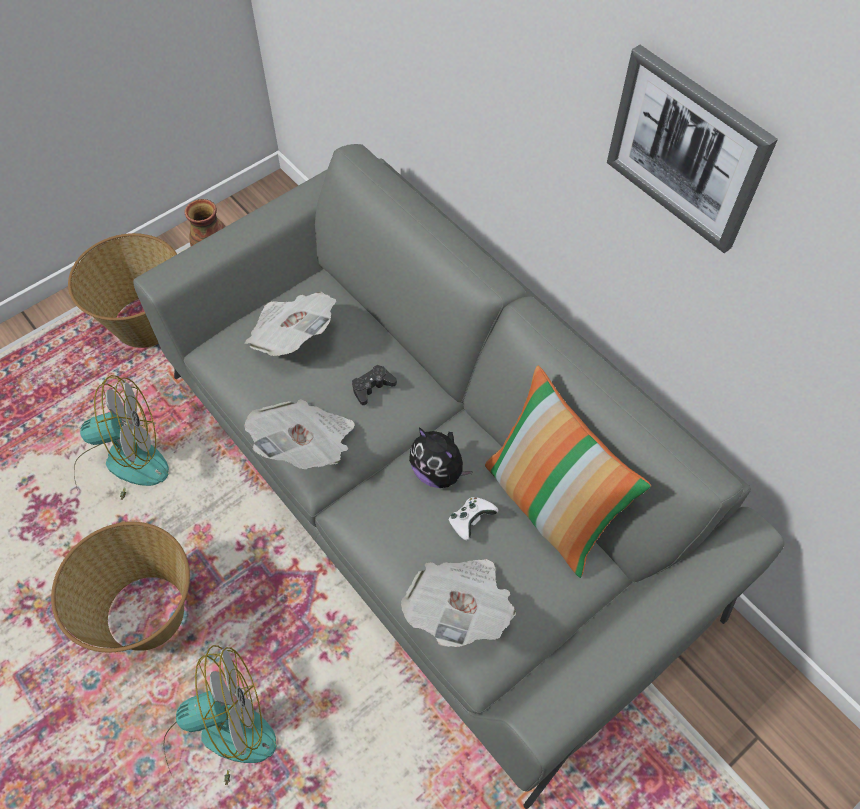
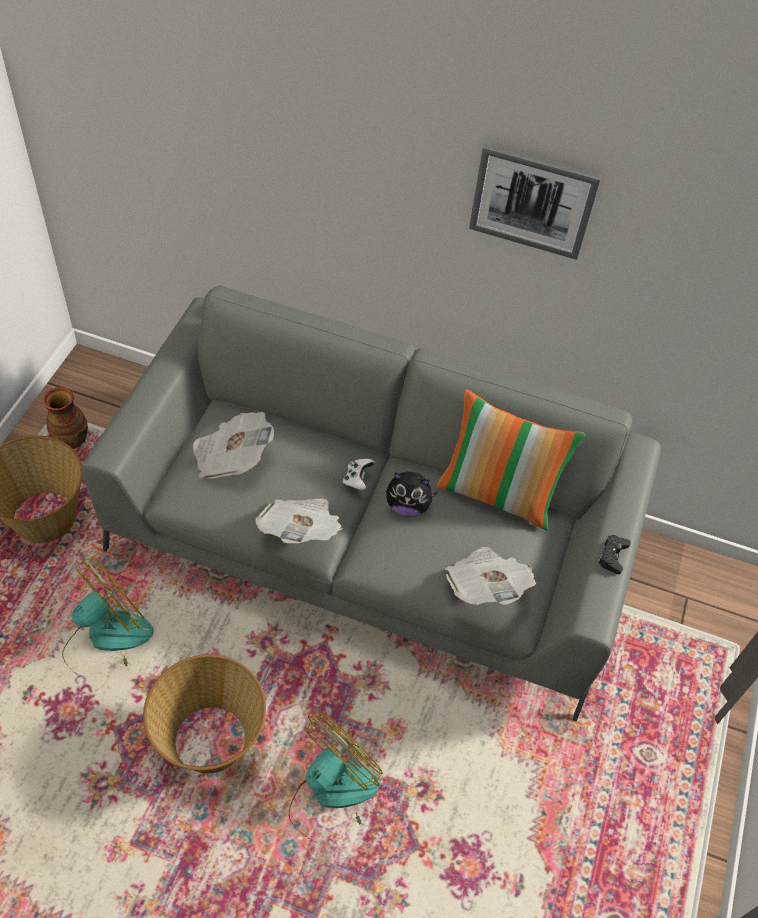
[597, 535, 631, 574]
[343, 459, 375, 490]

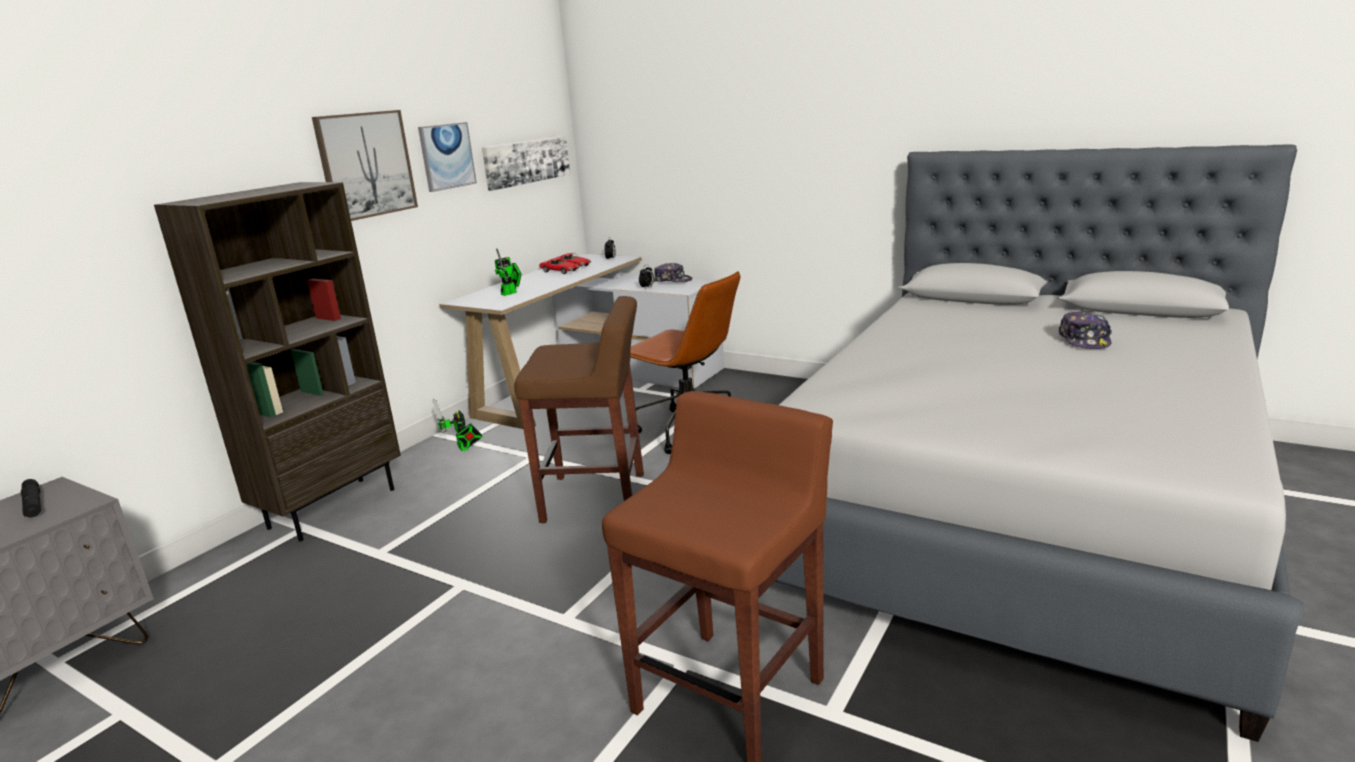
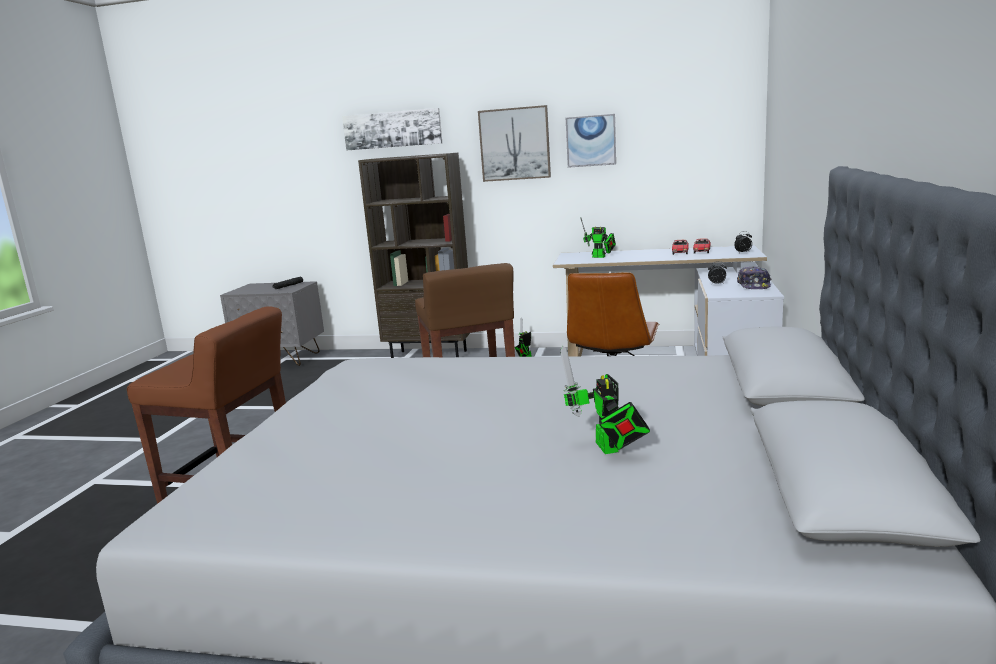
[342, 108, 442, 151]
[560, 345, 650, 454]

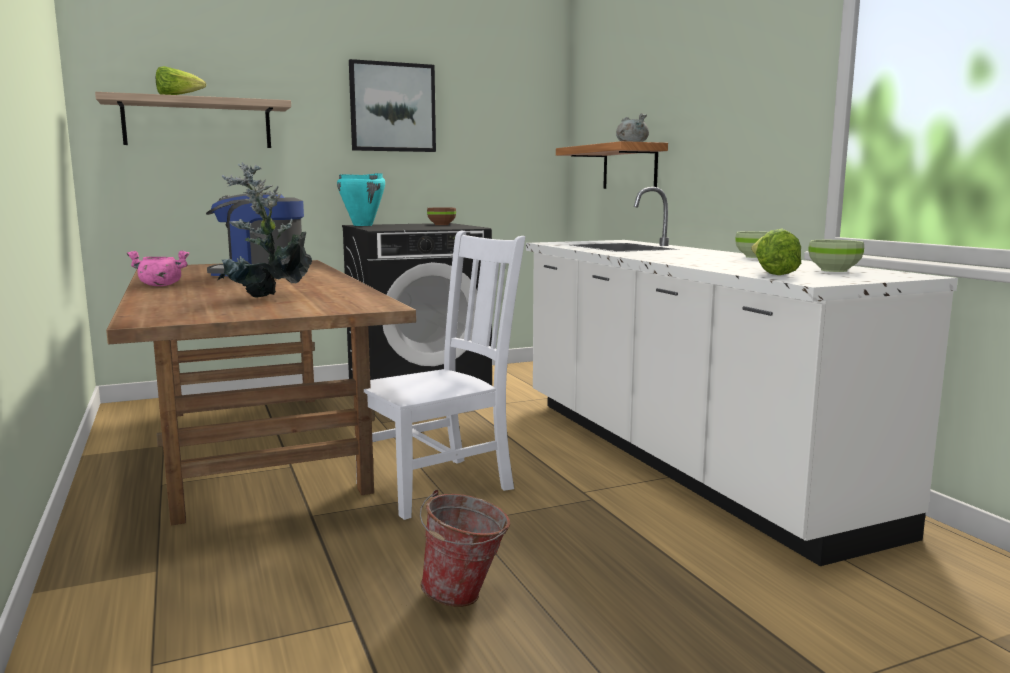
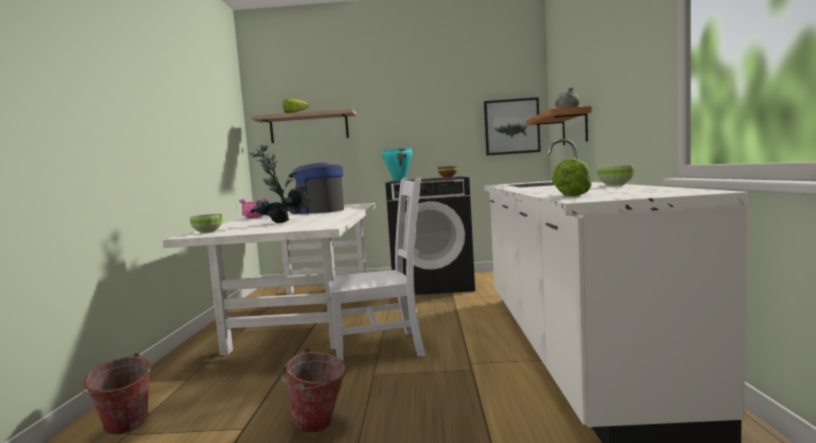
[484, 97, 541, 156]
[190, 214, 222, 234]
[162, 203, 375, 355]
[80, 353, 151, 435]

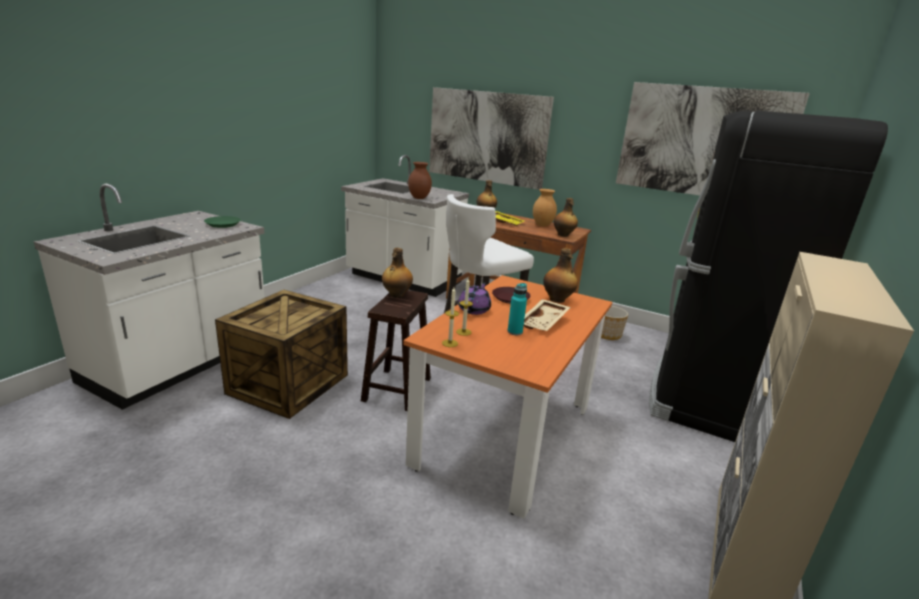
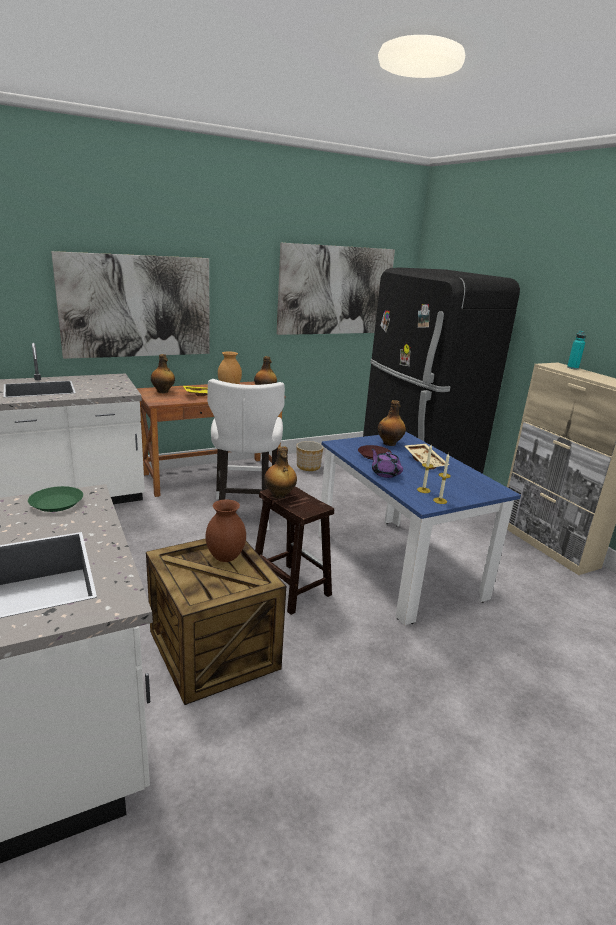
[206, 499, 246, 562]
[318, 432, 521, 625]
[567, 331, 586, 369]

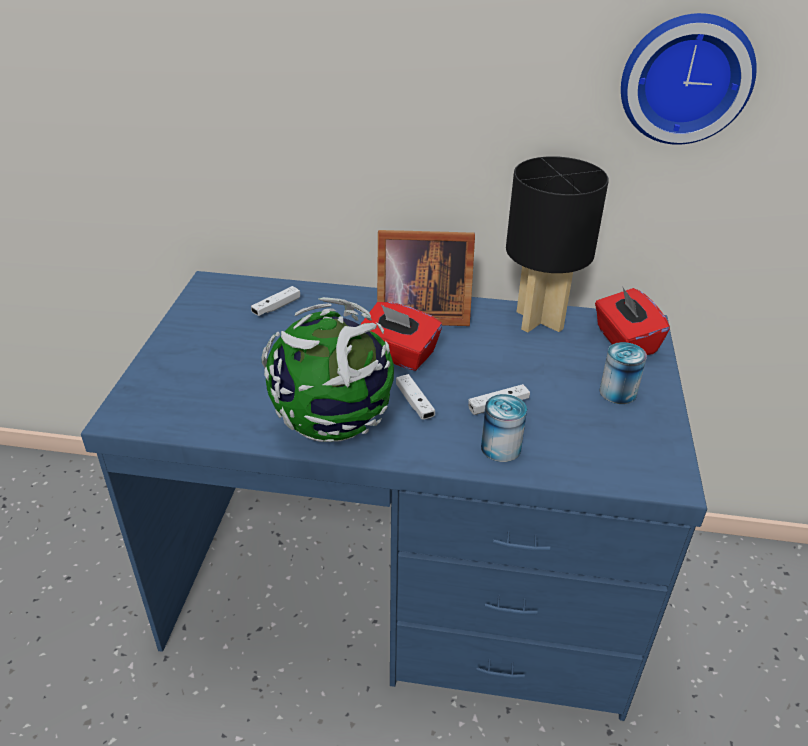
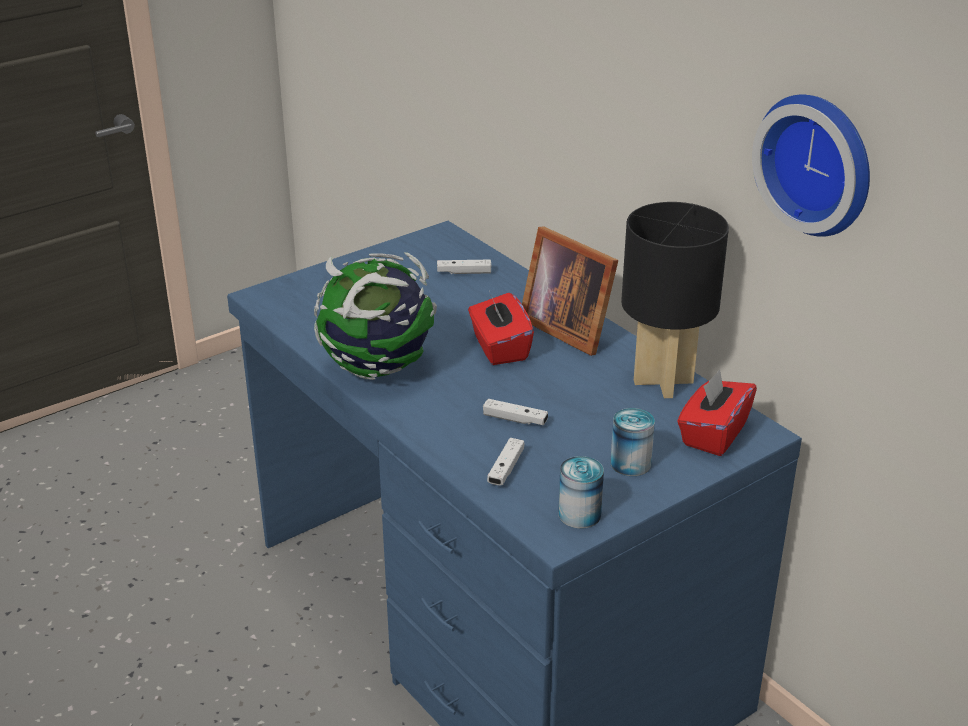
[487, 438, 524, 486]
[558, 456, 604, 529]

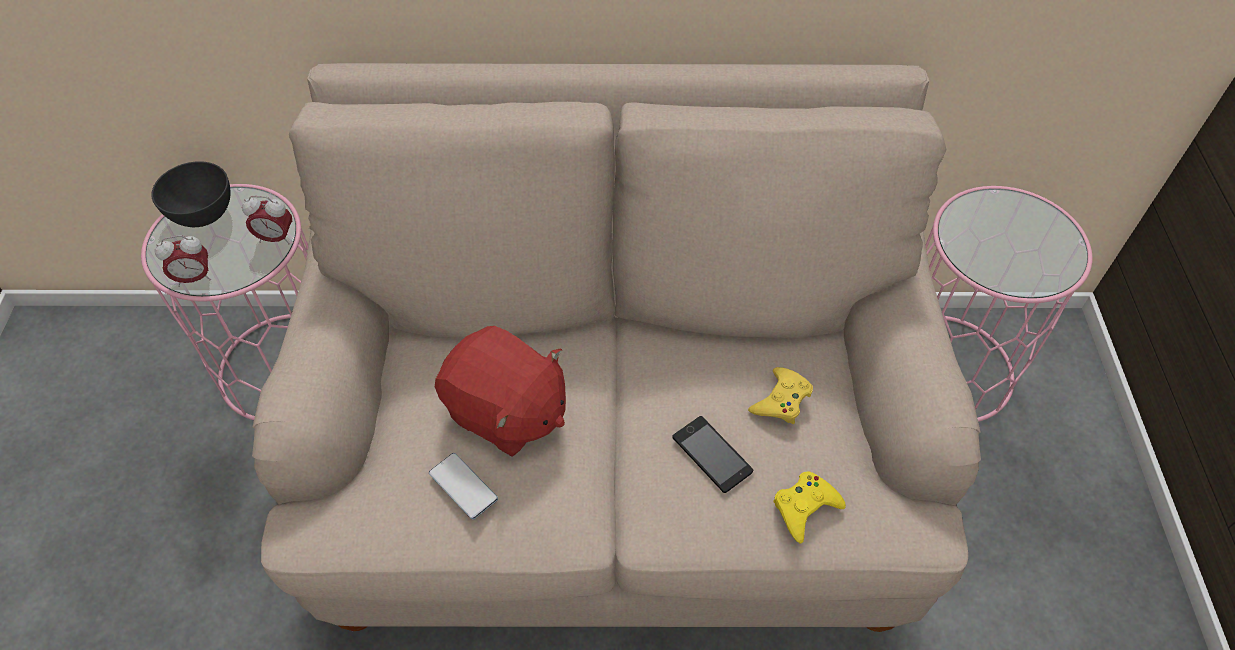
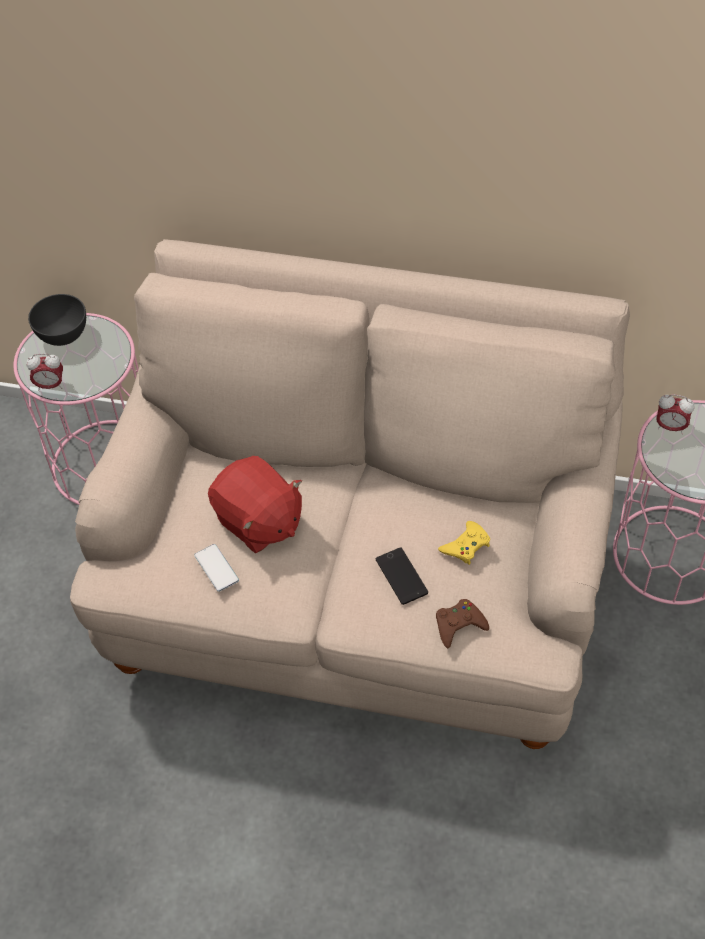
[656, 394, 694, 434]
[436, 599, 489, 648]

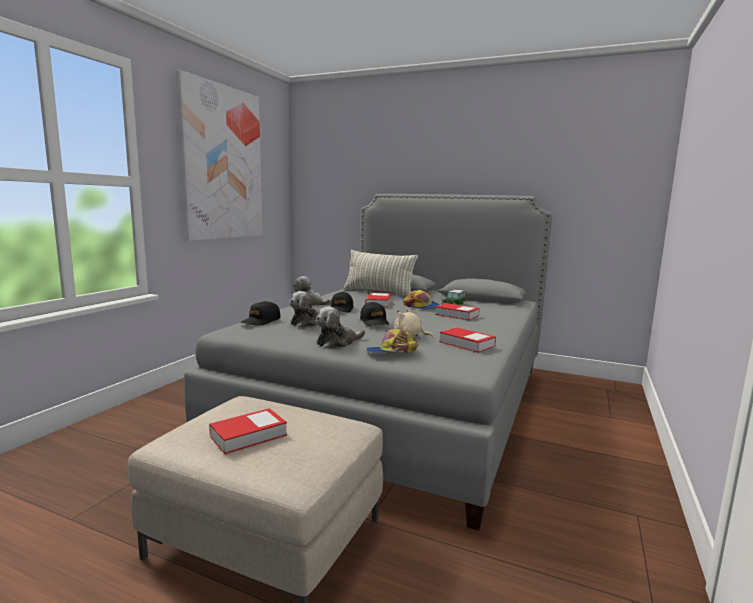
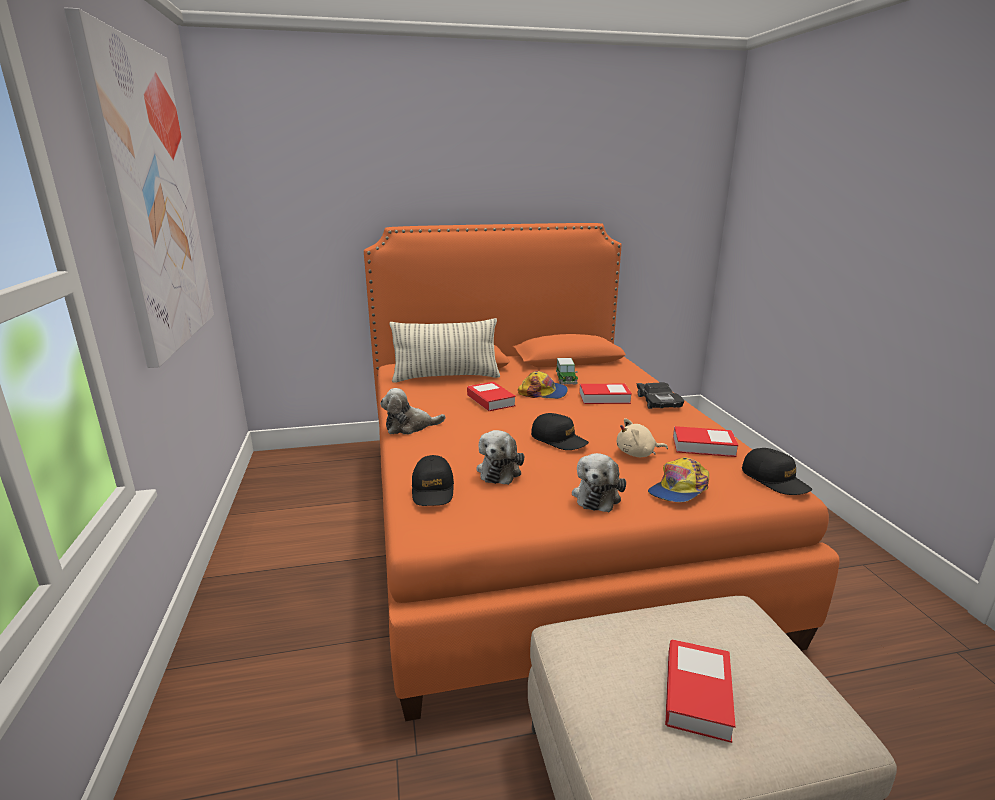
[364, 223, 840, 722]
[742, 448, 812, 495]
[637, 382, 684, 409]

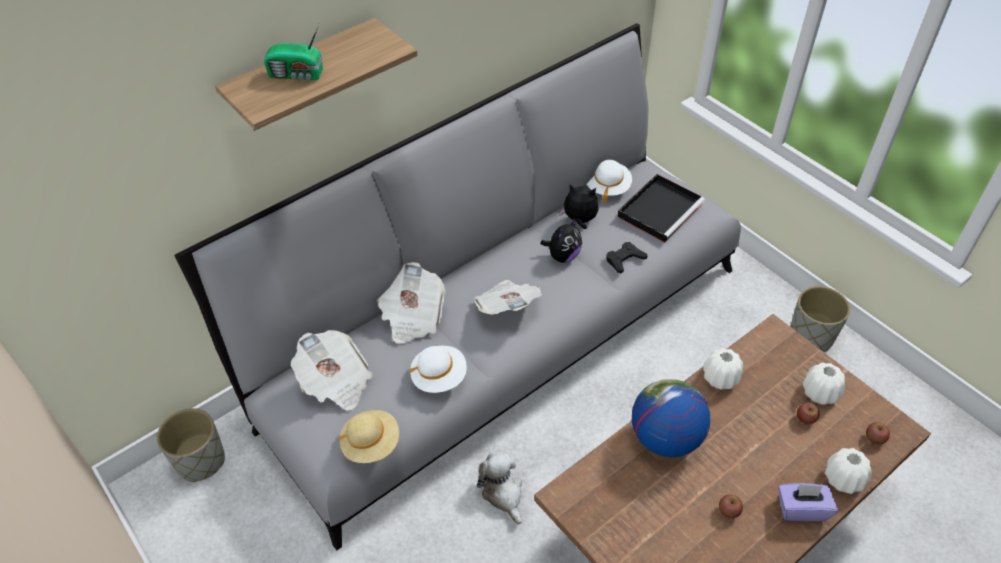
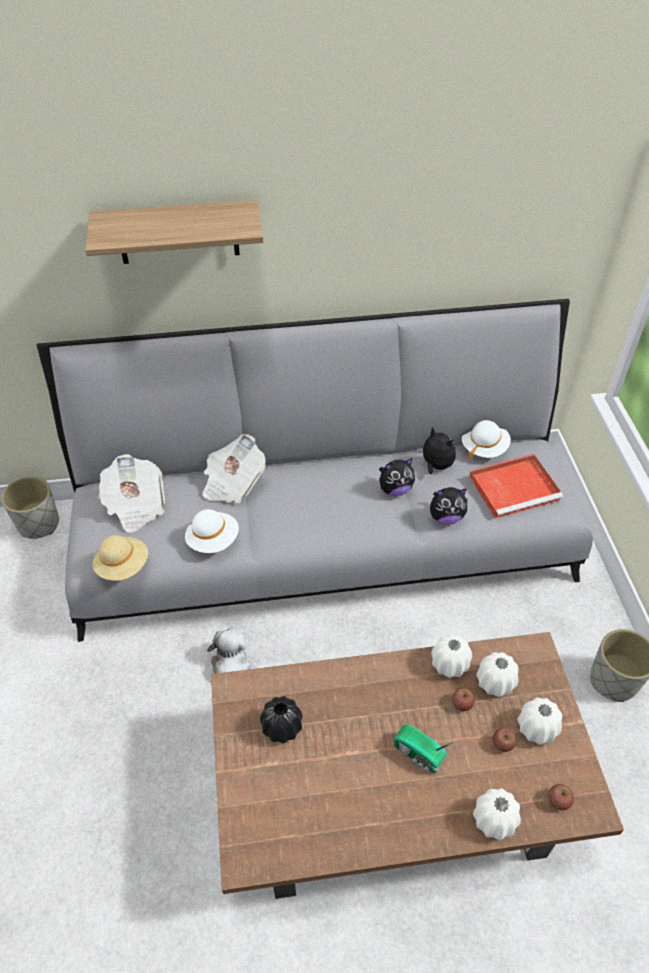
[394, 724, 455, 774]
[469, 454, 563, 519]
[430, 487, 467, 525]
[474, 280, 542, 315] (first image)
[632, 379, 710, 457] (first image)
[778, 483, 838, 521] (first image)
[452, 688, 475, 711]
[476, 652, 518, 697]
[260, 696, 303, 744]

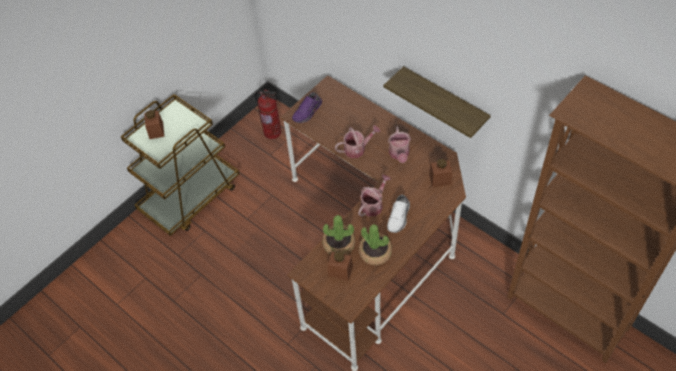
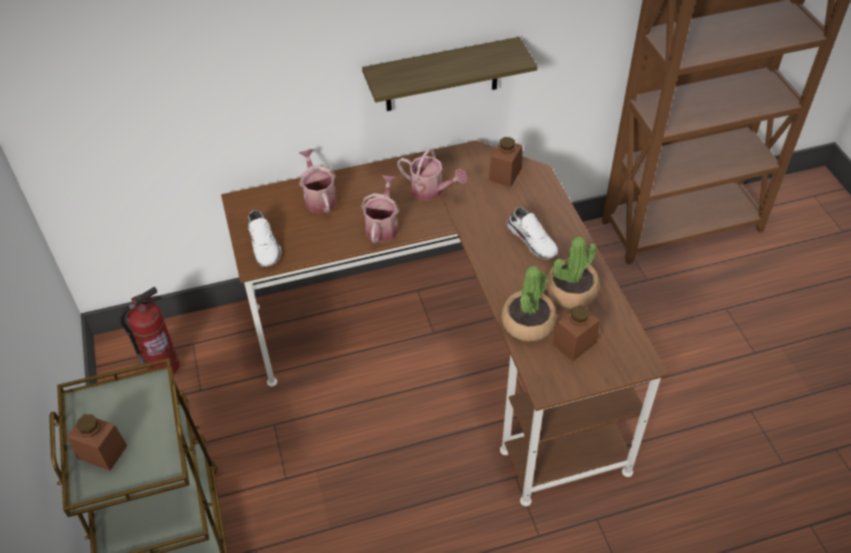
[248, 210, 281, 267]
[299, 149, 337, 214]

